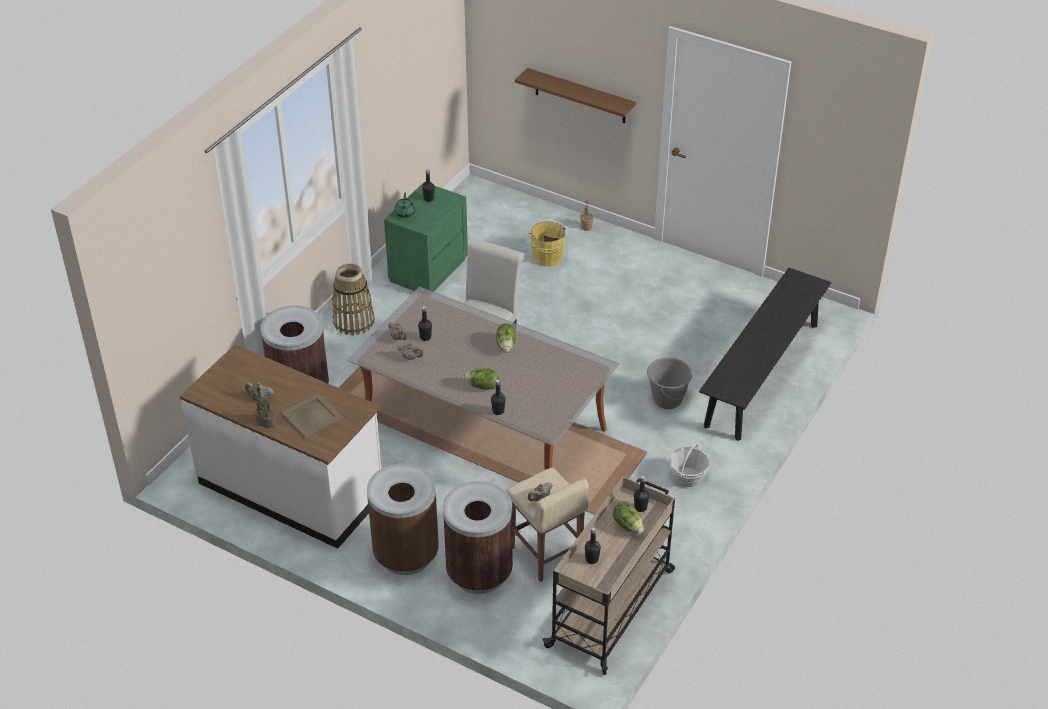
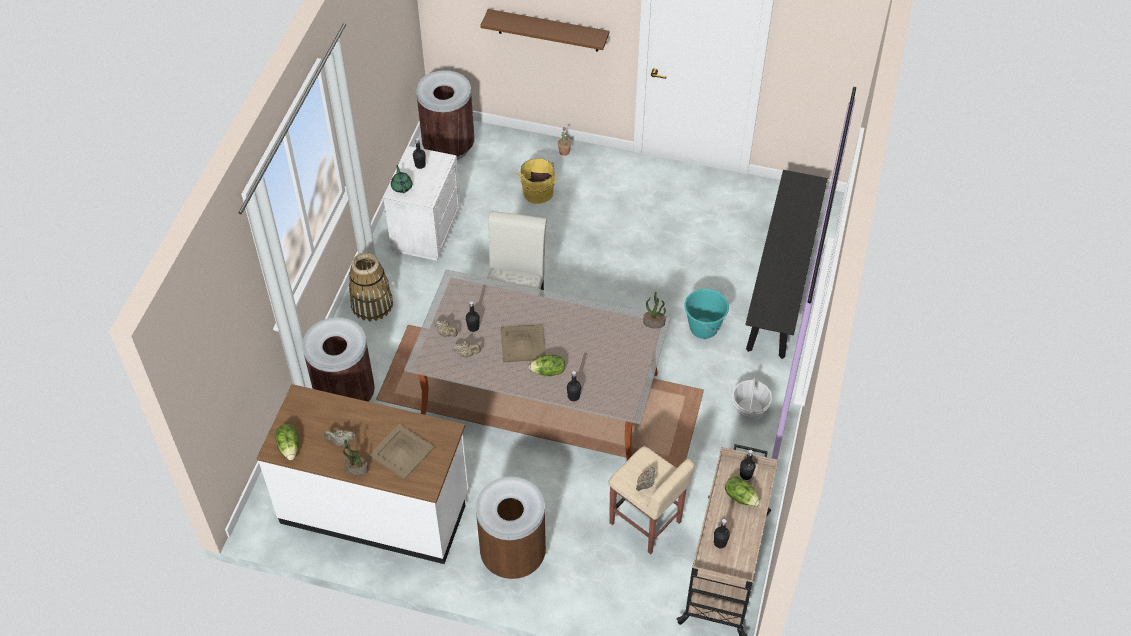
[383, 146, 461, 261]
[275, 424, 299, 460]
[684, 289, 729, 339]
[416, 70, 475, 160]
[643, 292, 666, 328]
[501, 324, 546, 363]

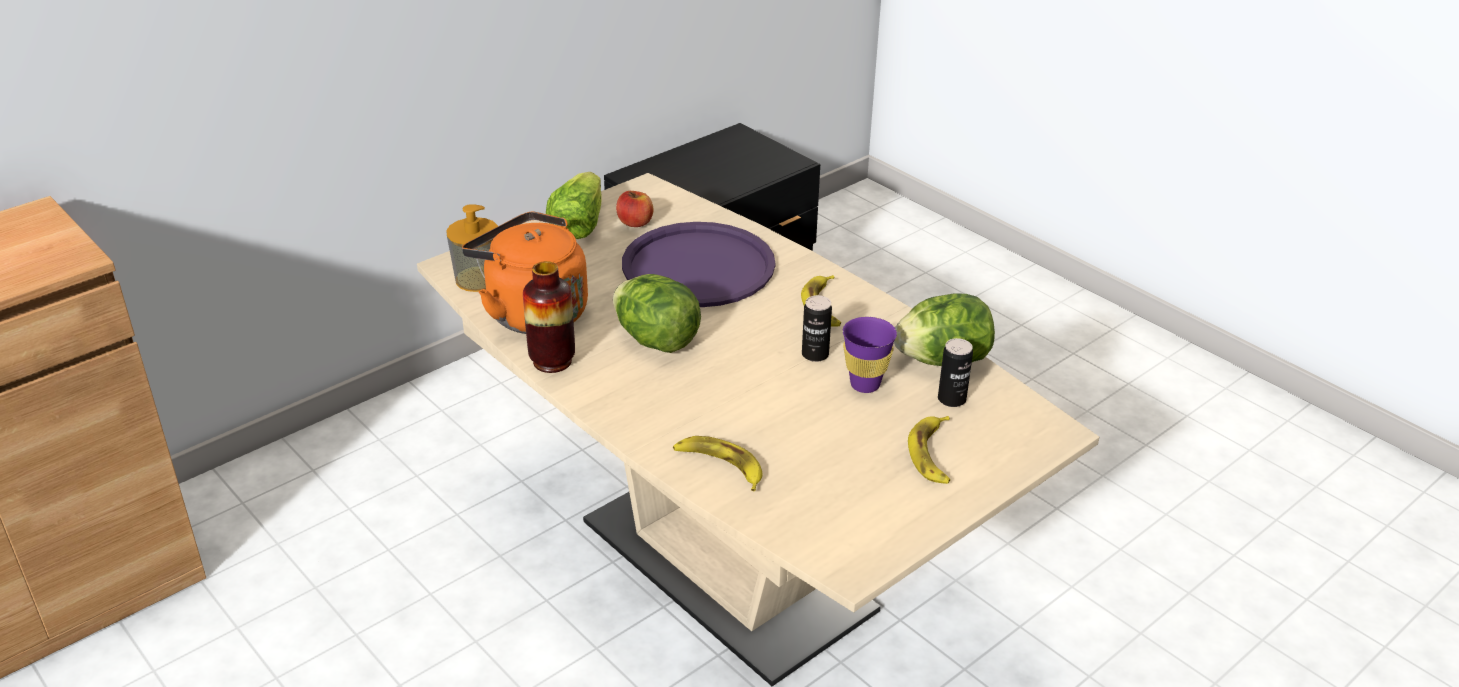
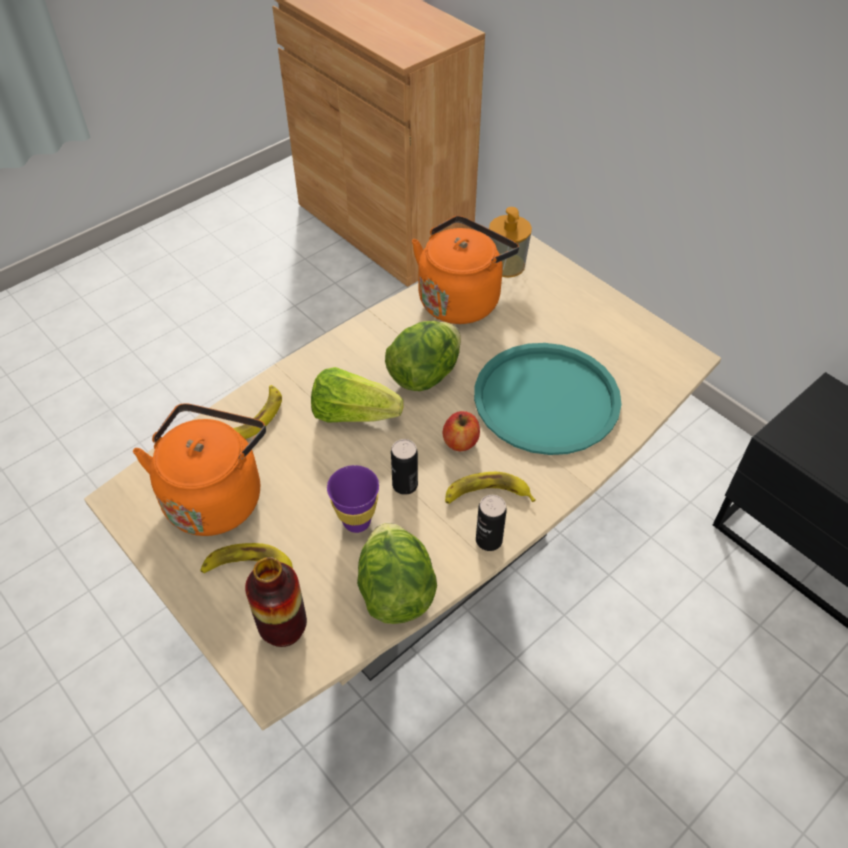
[311, 367, 404, 423]
[443, 411, 480, 451]
[474, 343, 622, 455]
[245, 557, 307, 647]
[476, 495, 507, 551]
[133, 403, 266, 536]

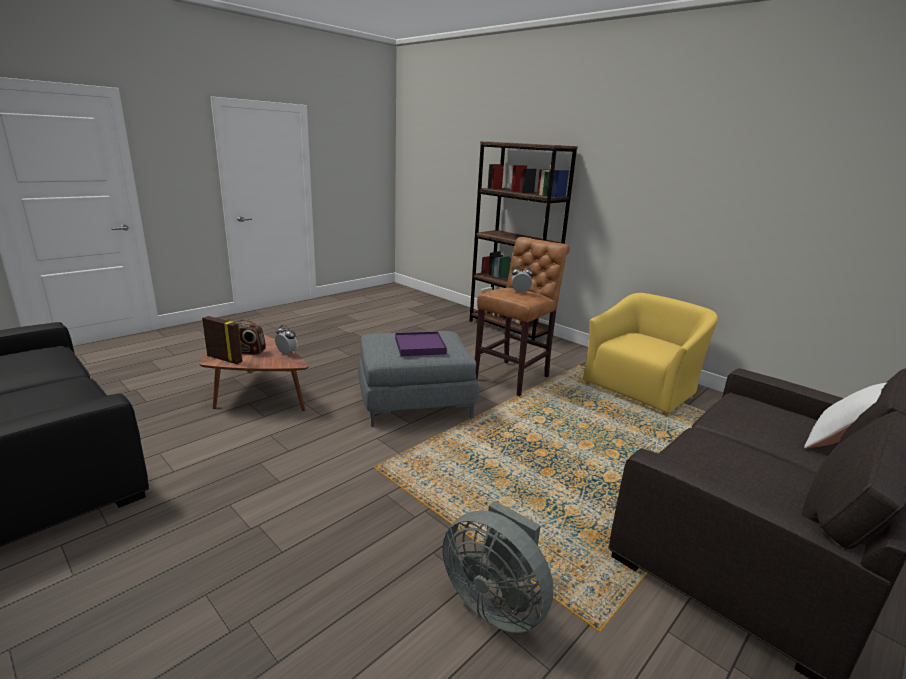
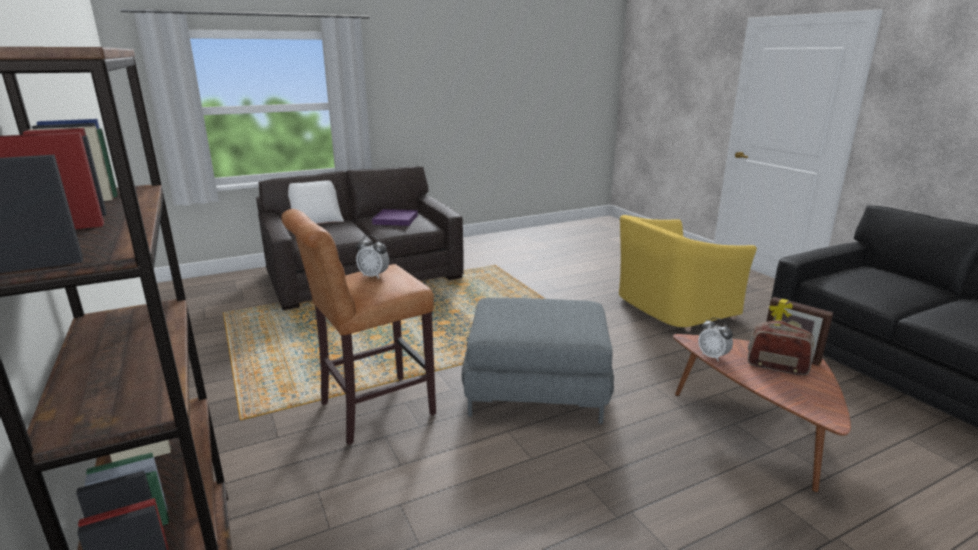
[619, 215, 757, 332]
[372, 209, 418, 226]
[443, 501, 554, 633] (first image)

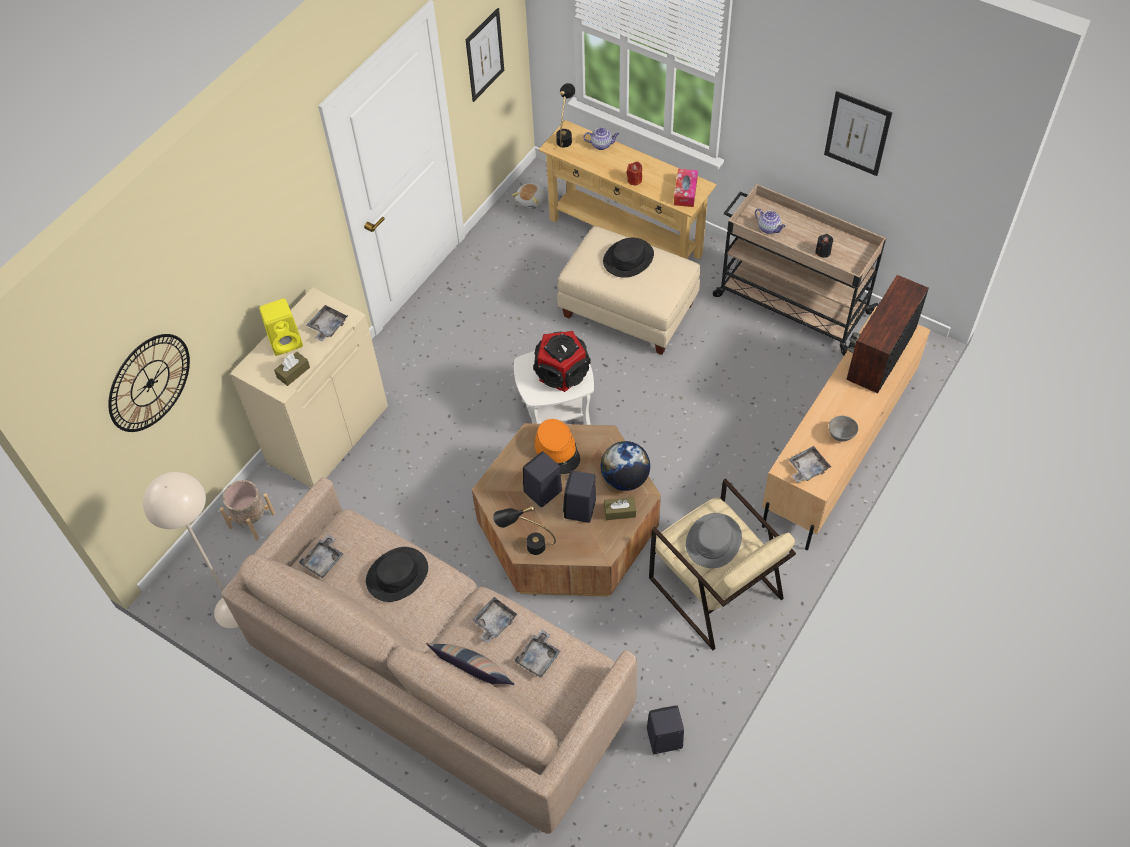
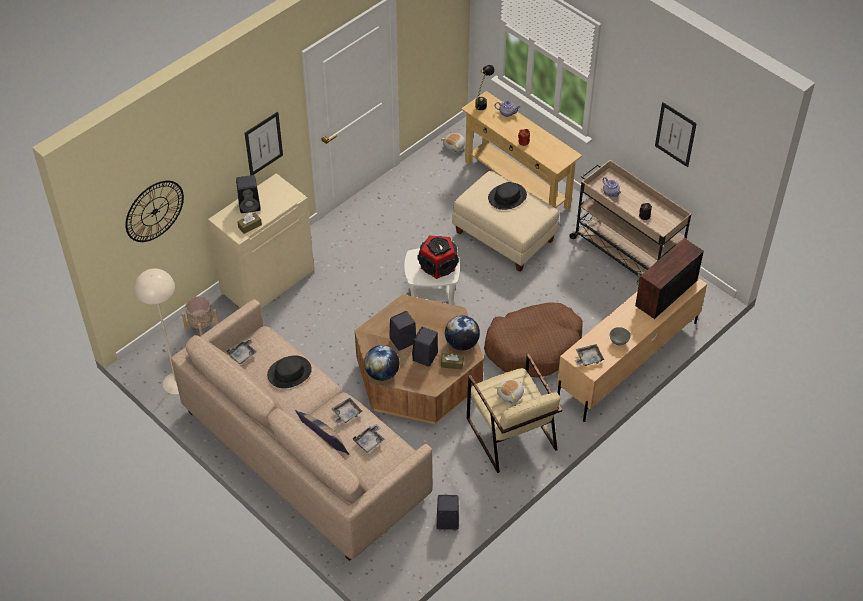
[245, 112, 283, 175]
[674, 169, 698, 207] (first image)
[236, 175, 261, 213]
[307, 305, 348, 342] (first image)
[535, 419, 580, 474] (first image)
[364, 345, 400, 381]
[494, 379, 524, 404]
[484, 302, 583, 377]

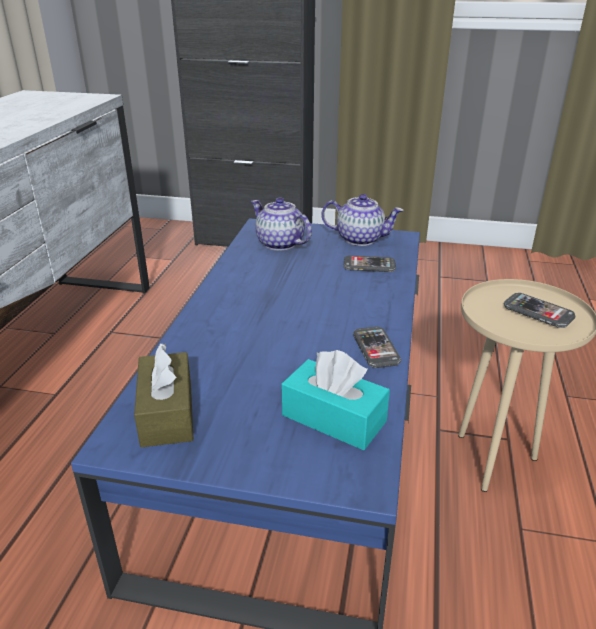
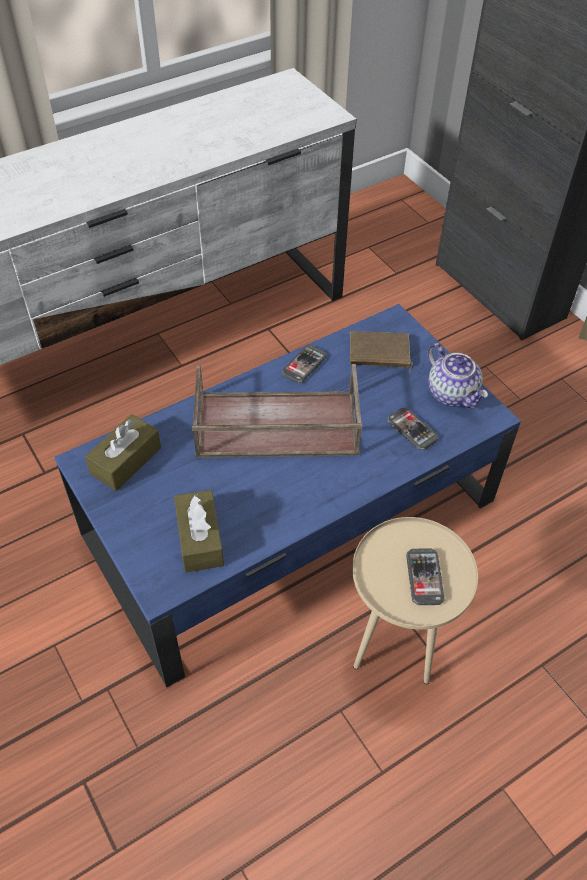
[350, 331, 413, 374]
[282, 345, 327, 383]
[174, 490, 224, 572]
[192, 364, 362, 458]

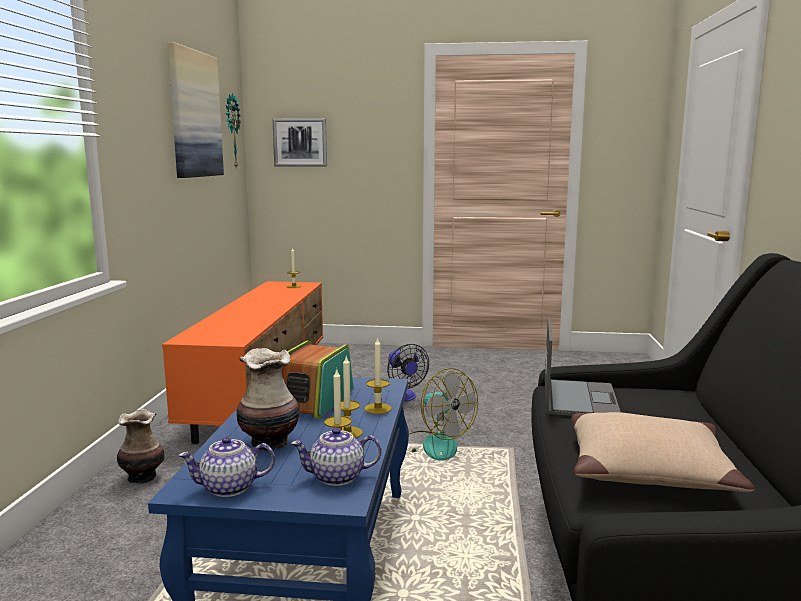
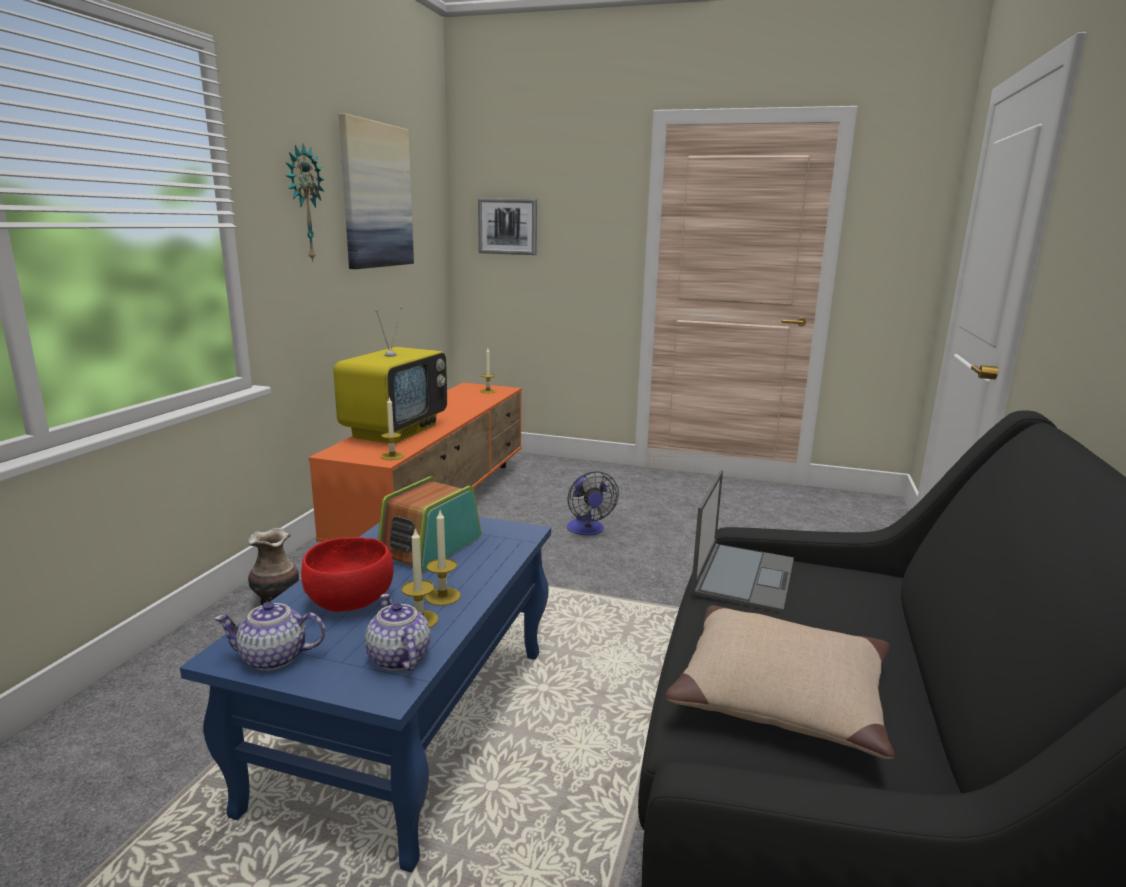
[285, 143, 325, 262]
[381, 397, 404, 460]
[301, 537, 394, 612]
[410, 368, 478, 461] (first image)
[365, 594, 431, 671]
[333, 306, 447, 444]

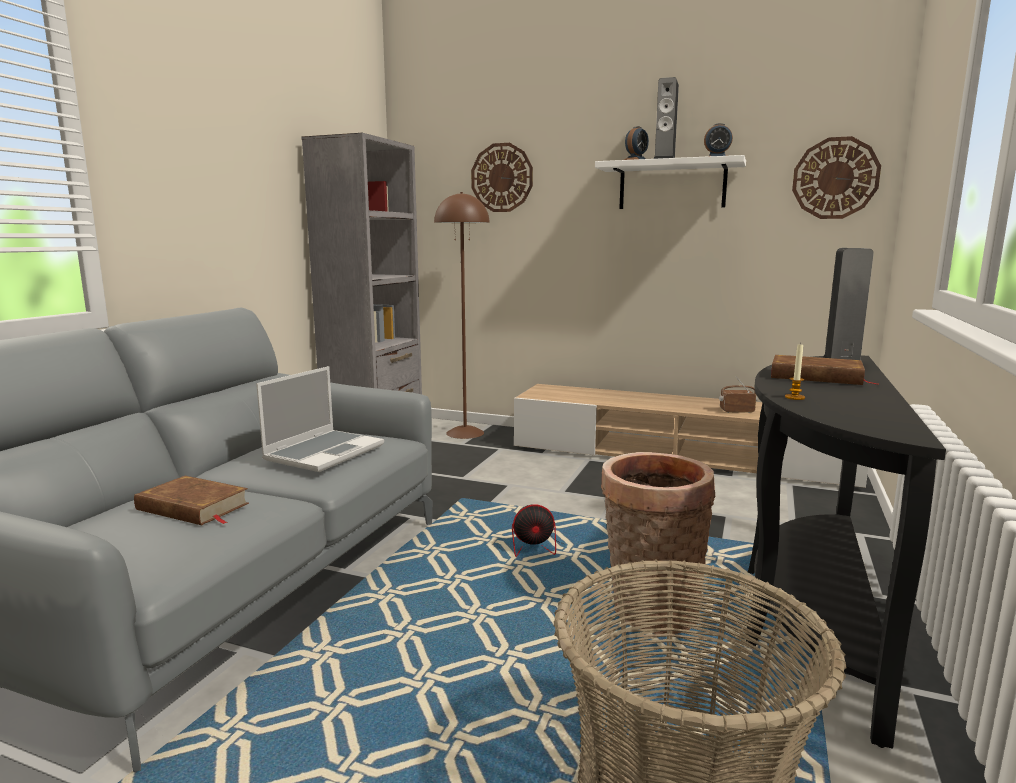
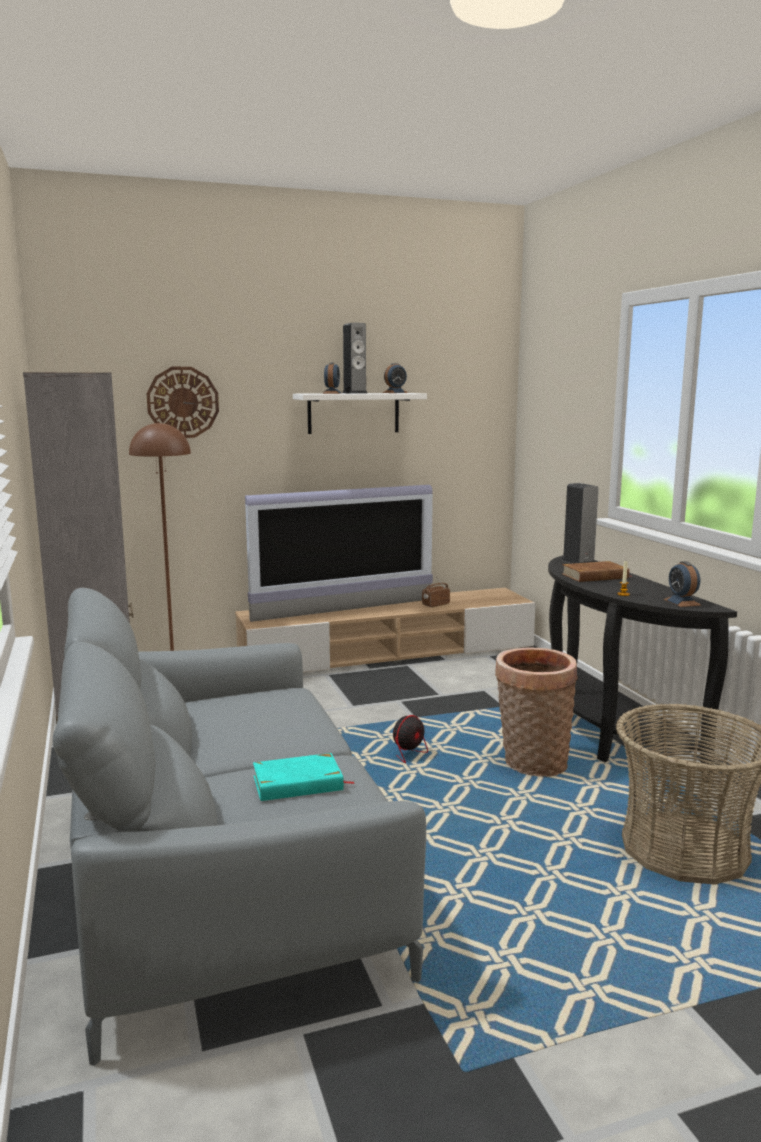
[792, 136, 881, 219] (first image)
[256, 366, 384, 472] (first image)
[253, 753, 355, 801]
[245, 485, 433, 622]
[664, 561, 701, 607]

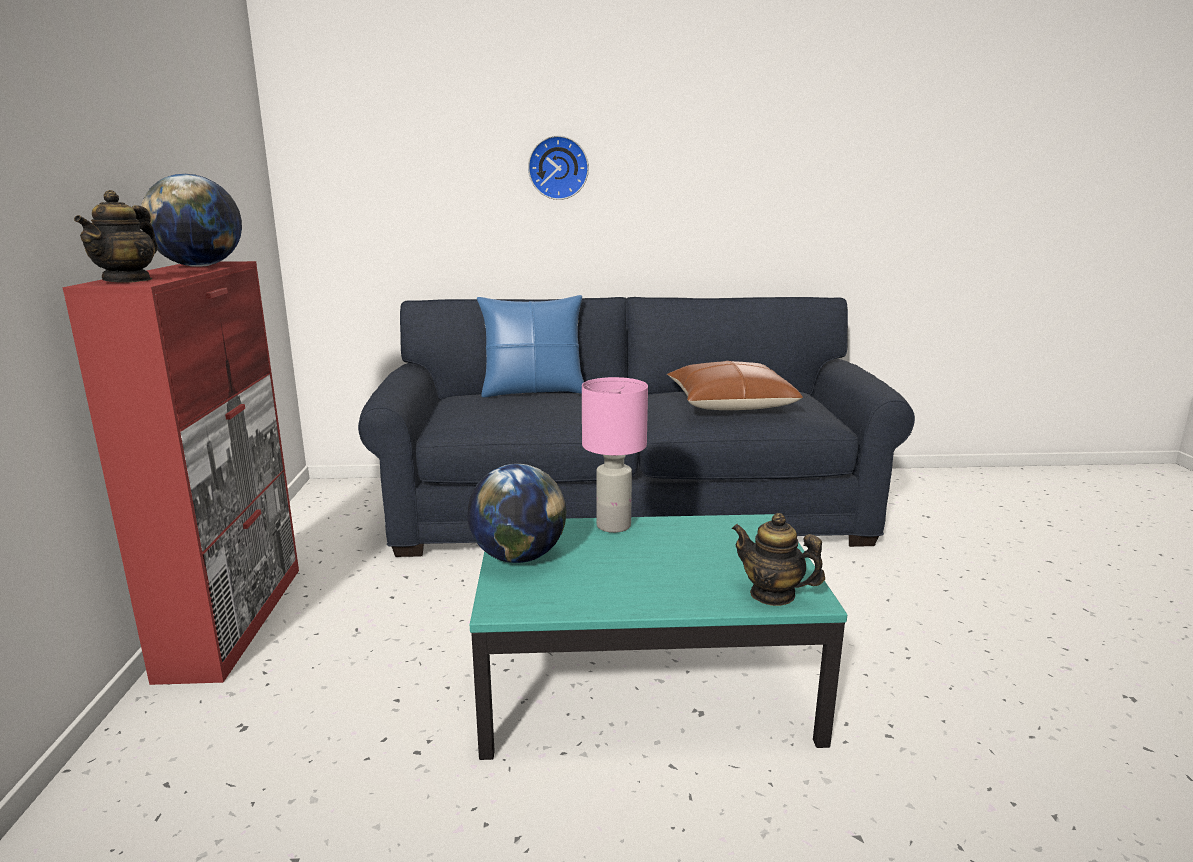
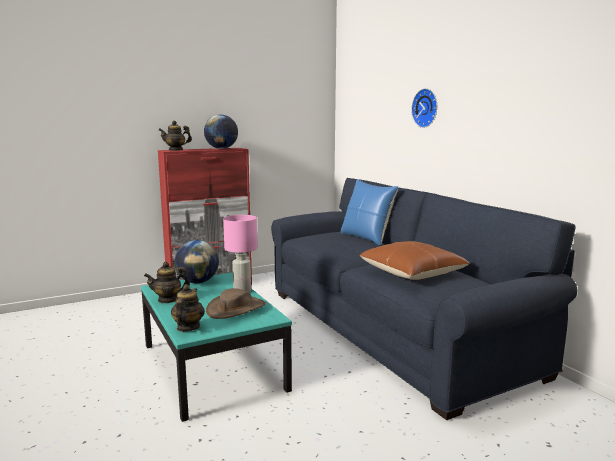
[144, 262, 190, 303]
[206, 288, 266, 319]

